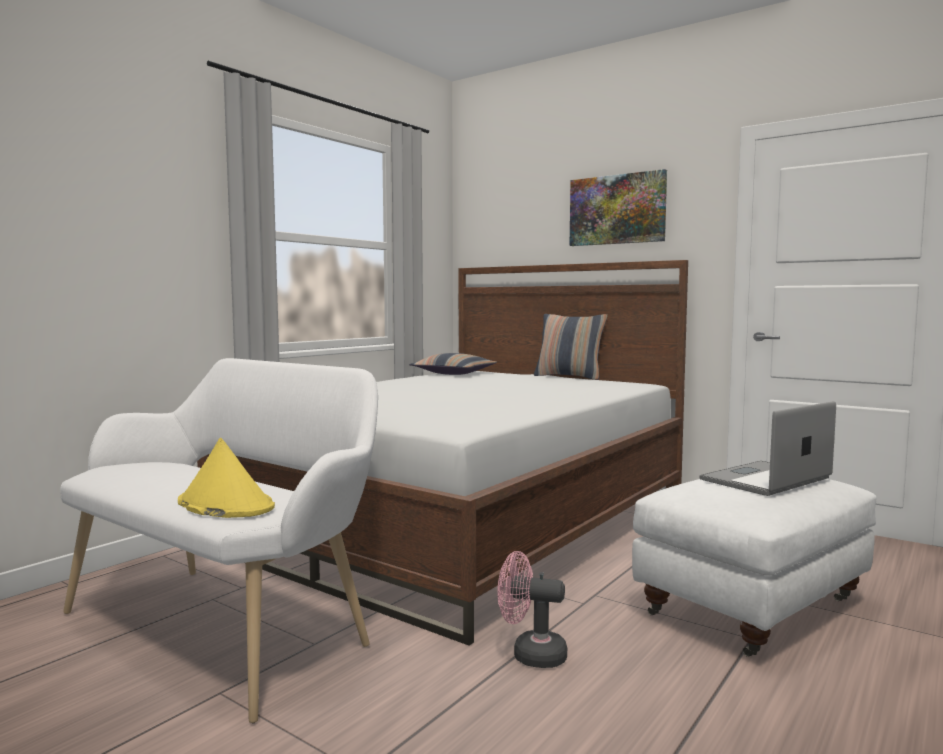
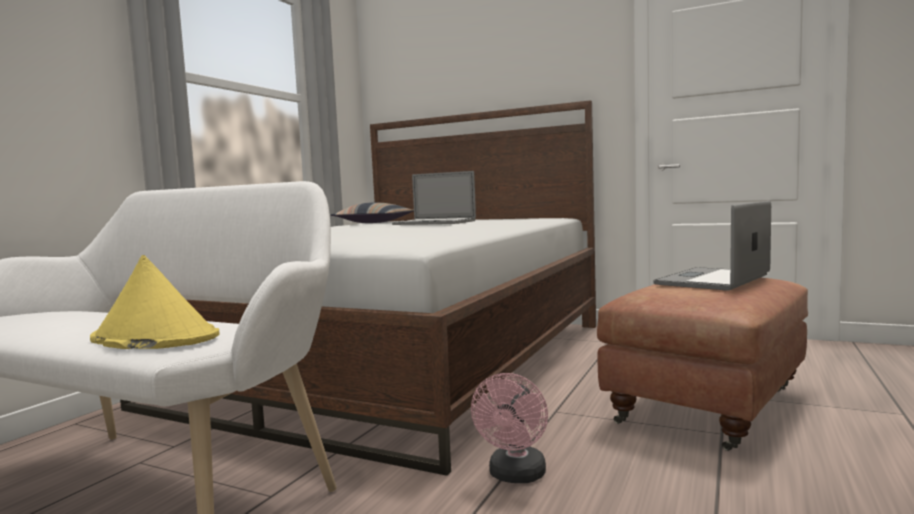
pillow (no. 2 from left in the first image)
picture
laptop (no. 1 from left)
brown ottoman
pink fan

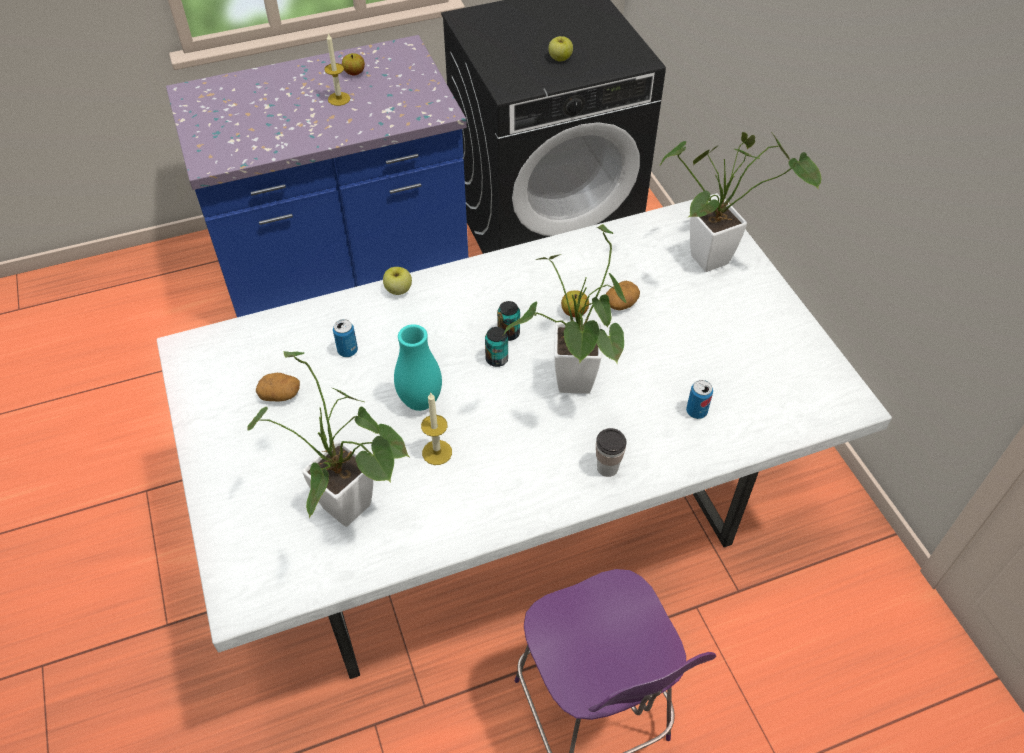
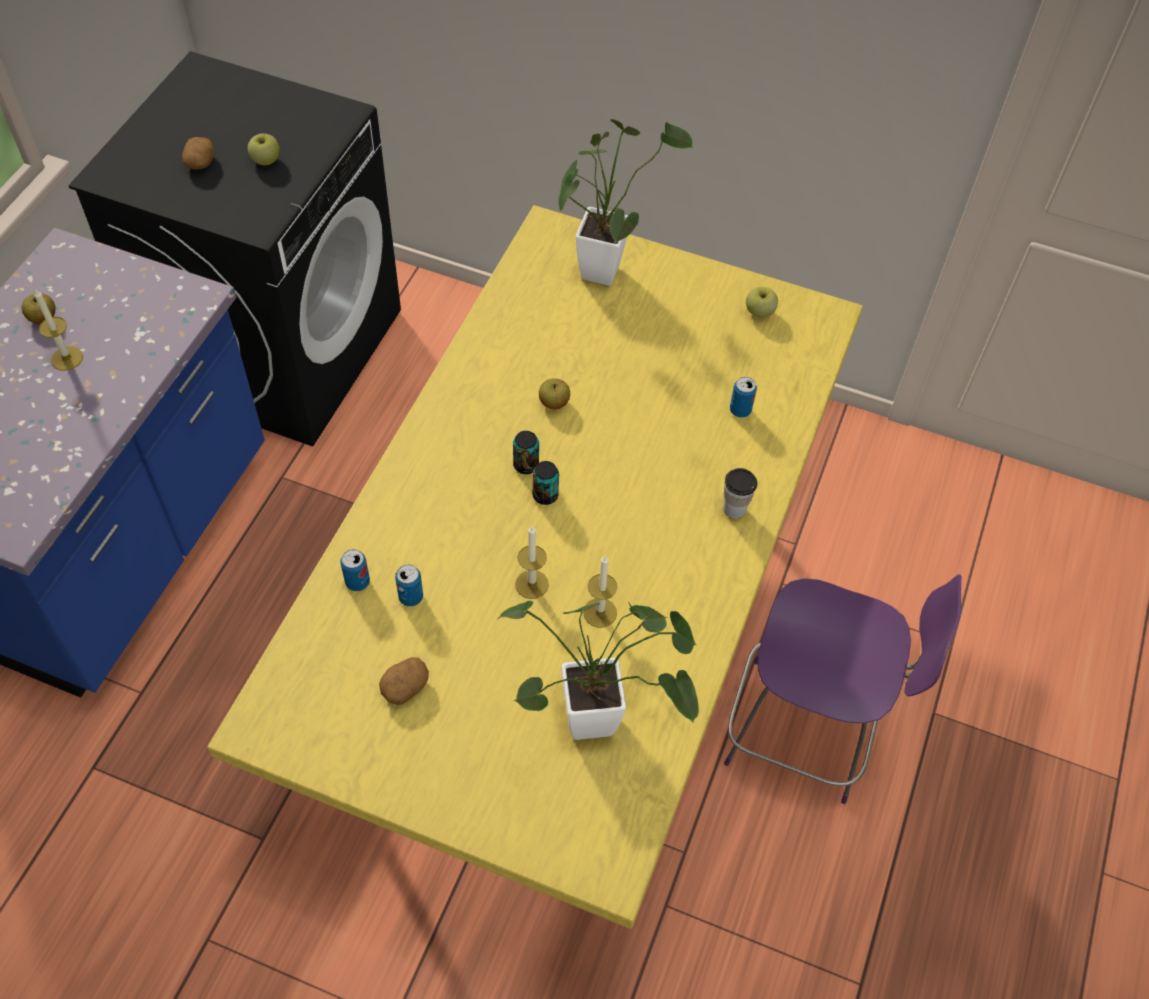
potted plant (no. 2 from left in the first image)
can (no. 1 from left)
apple (no. 4 from left)
potato (no. 1 from left)
candle (no. 2 from left)
yellow dining table

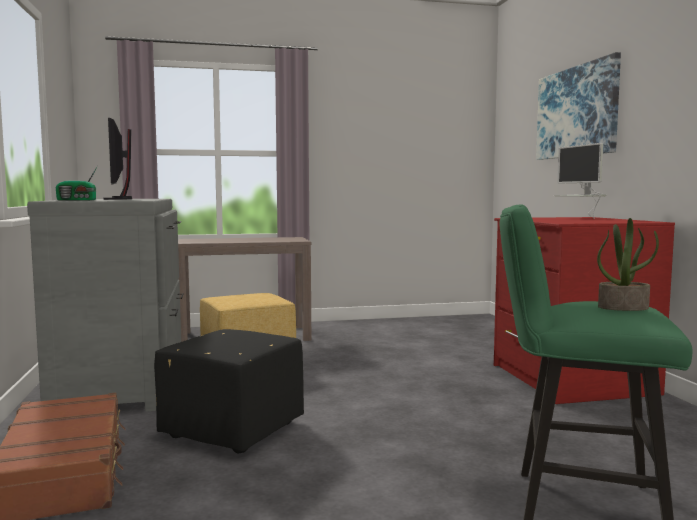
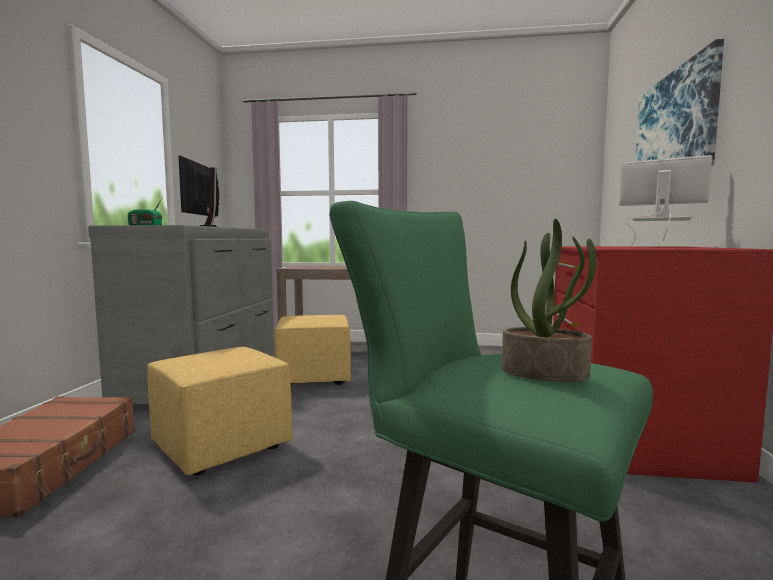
yellow ottoman (no. 1 from left)
monitor (no. 2 from left)

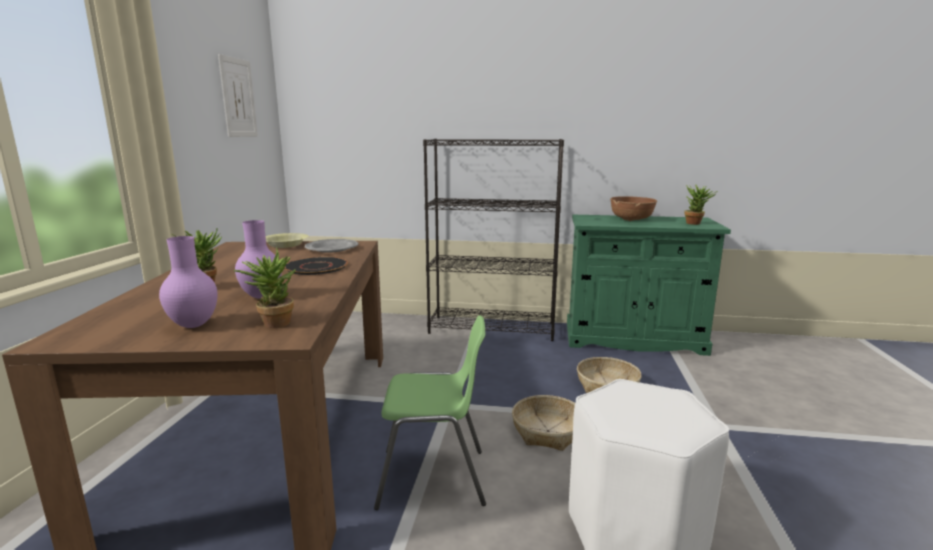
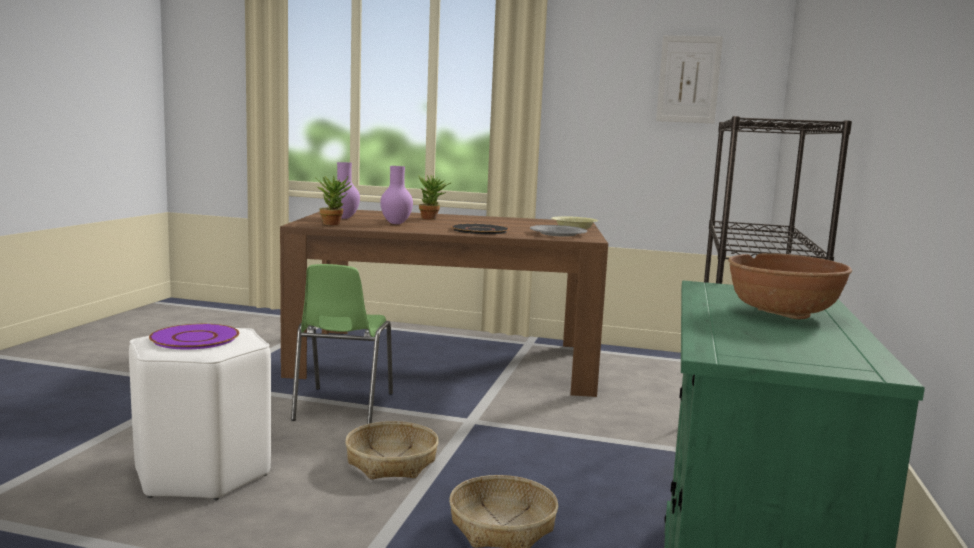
potted plant (no. 3 from left in the first image)
purple plate

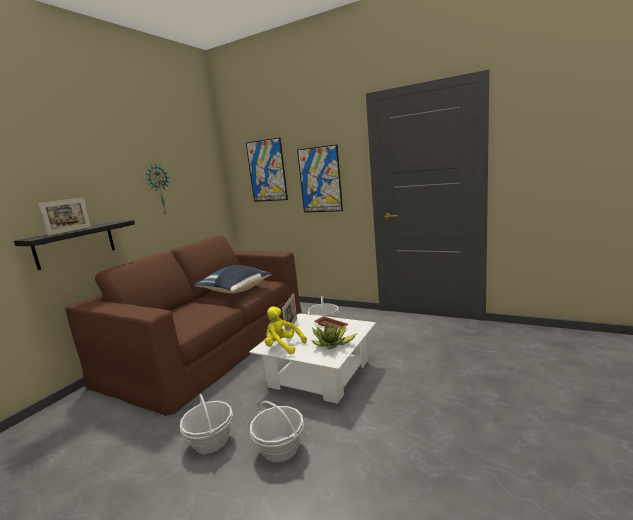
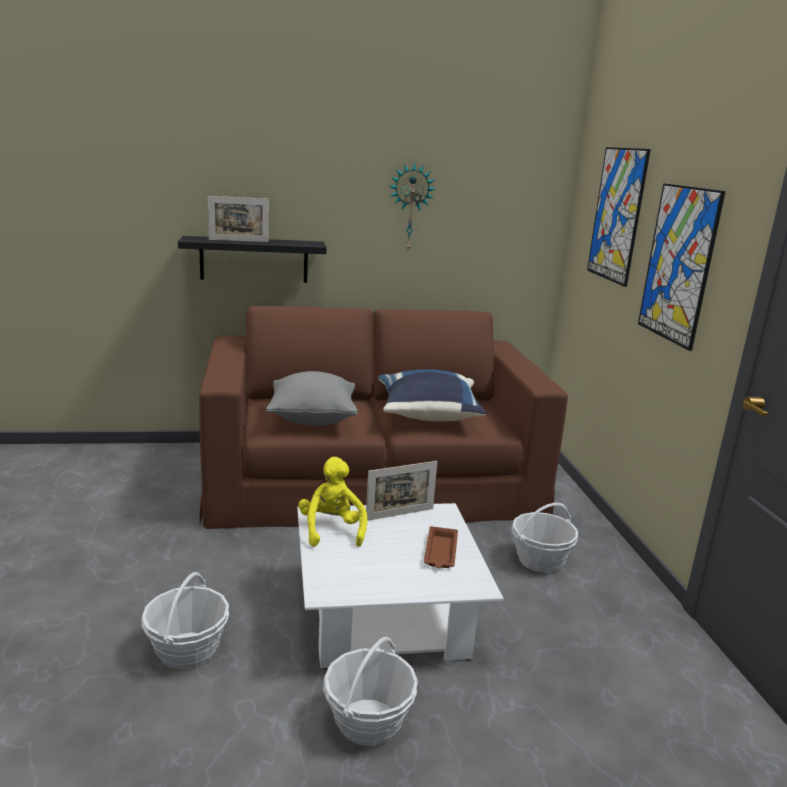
potted plant
grey pillow
basket (no. 2 from left)

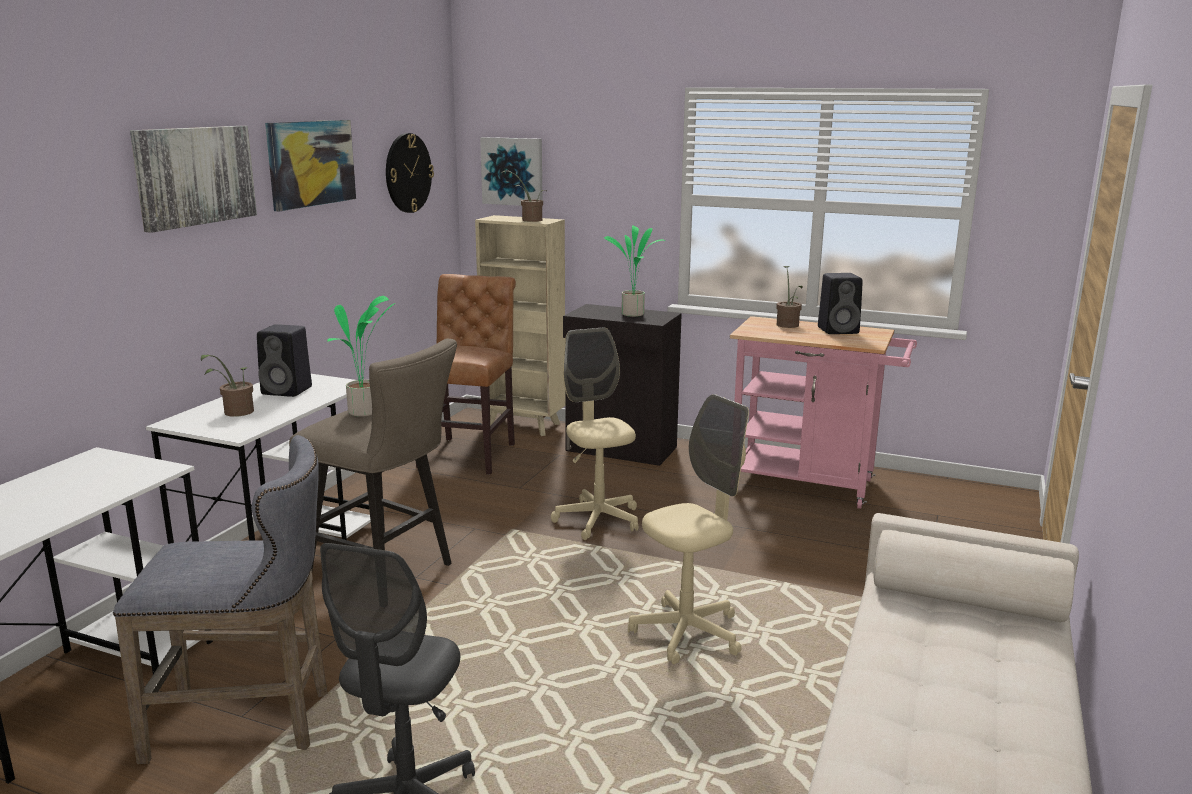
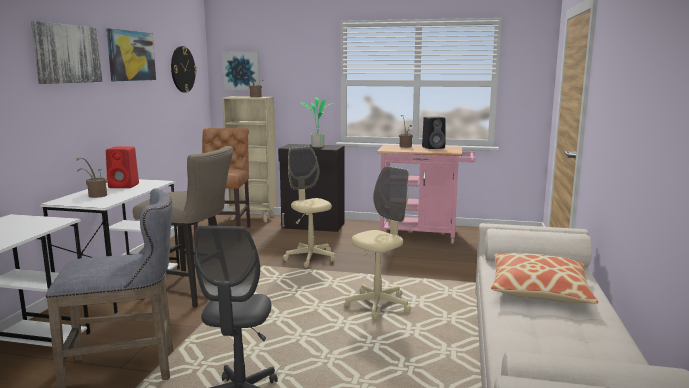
potted plant (no. 2 from left in the first image)
pillow
red speaker

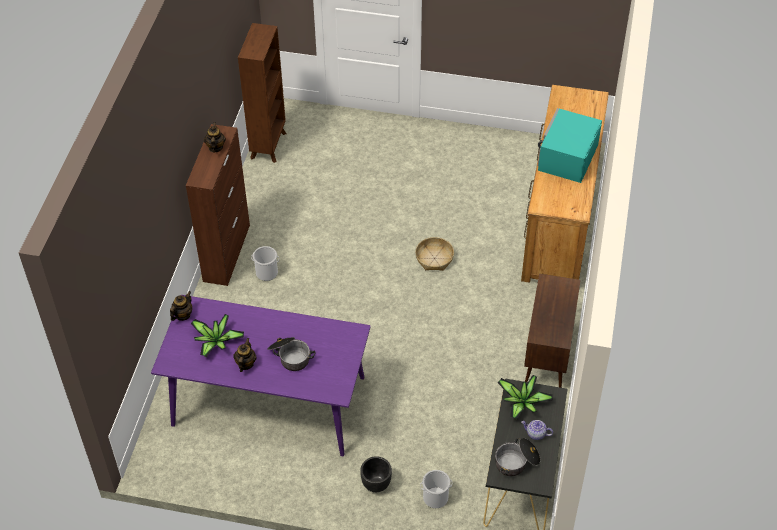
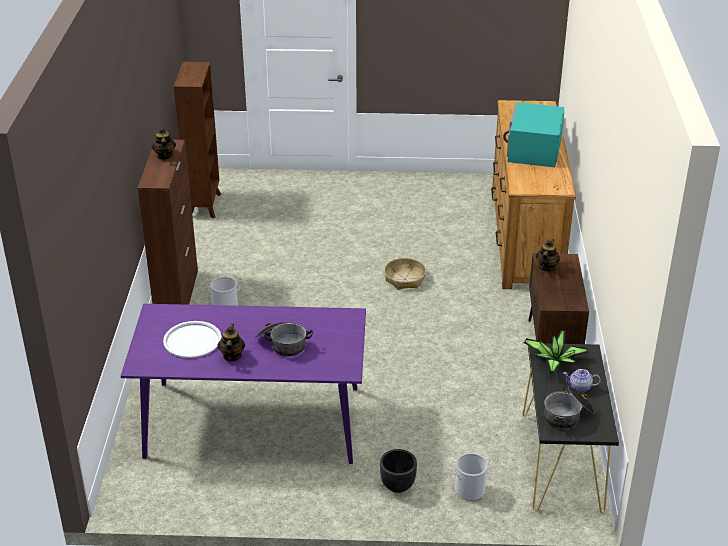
teapot (no. 3 from left)
white tray

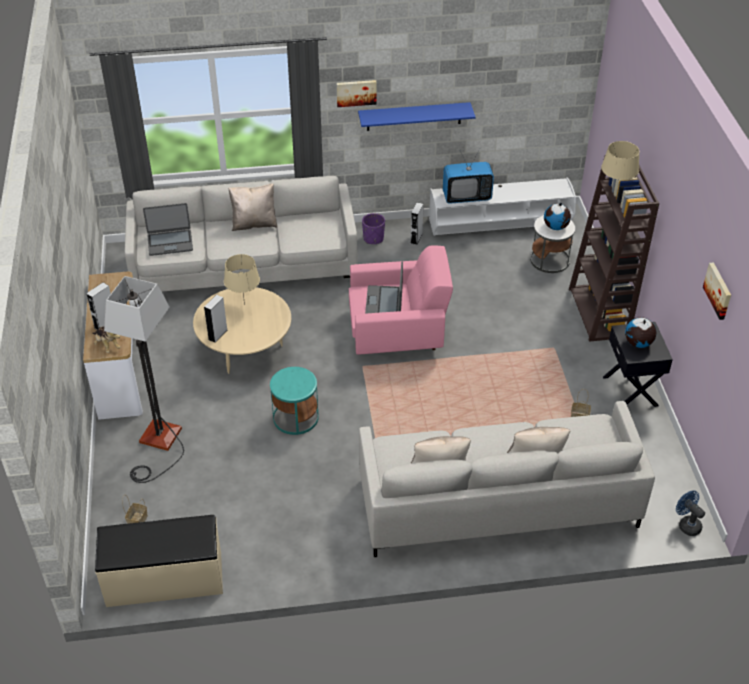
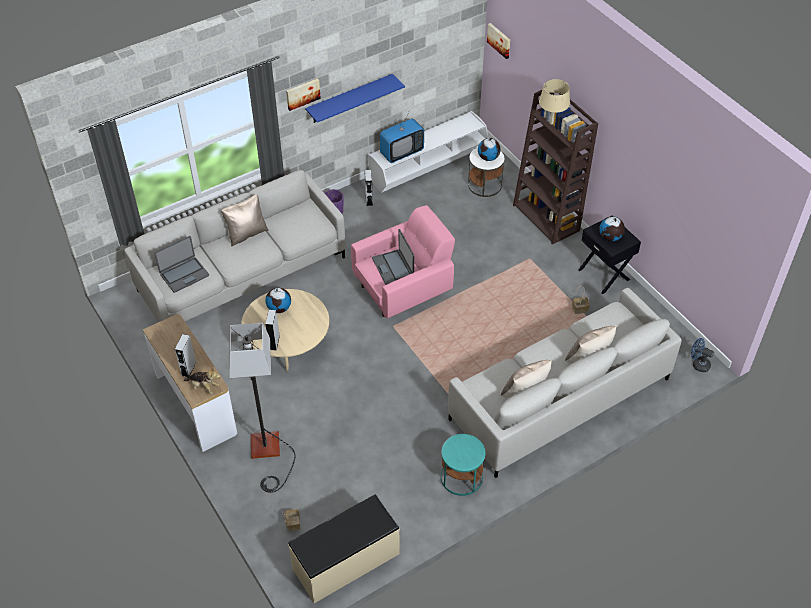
turquoise side table
picture (no. 2 from left)
globe (no. 1 from left)

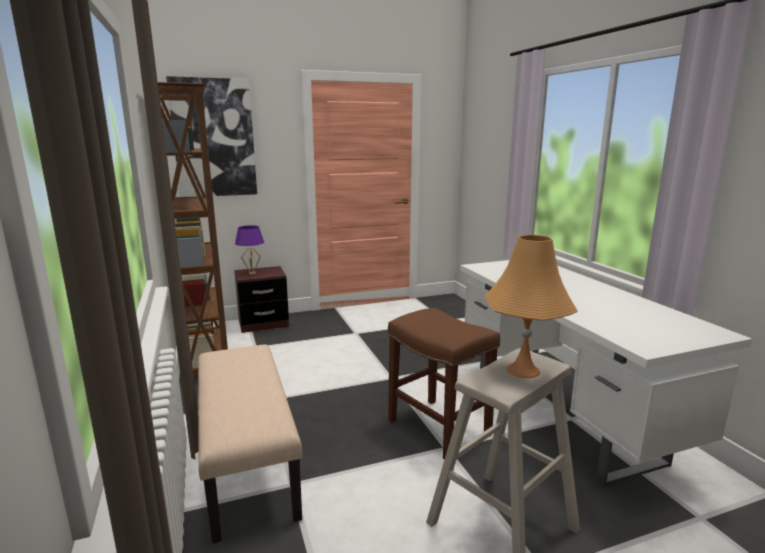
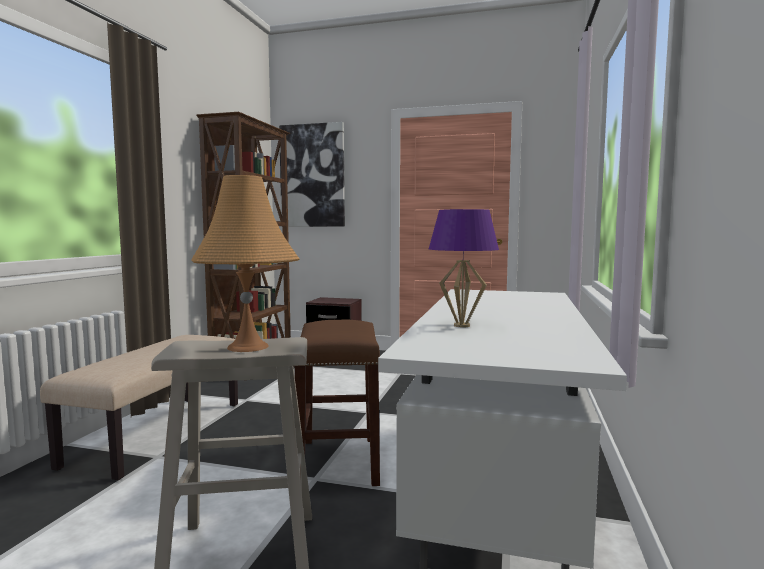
purple table lamp

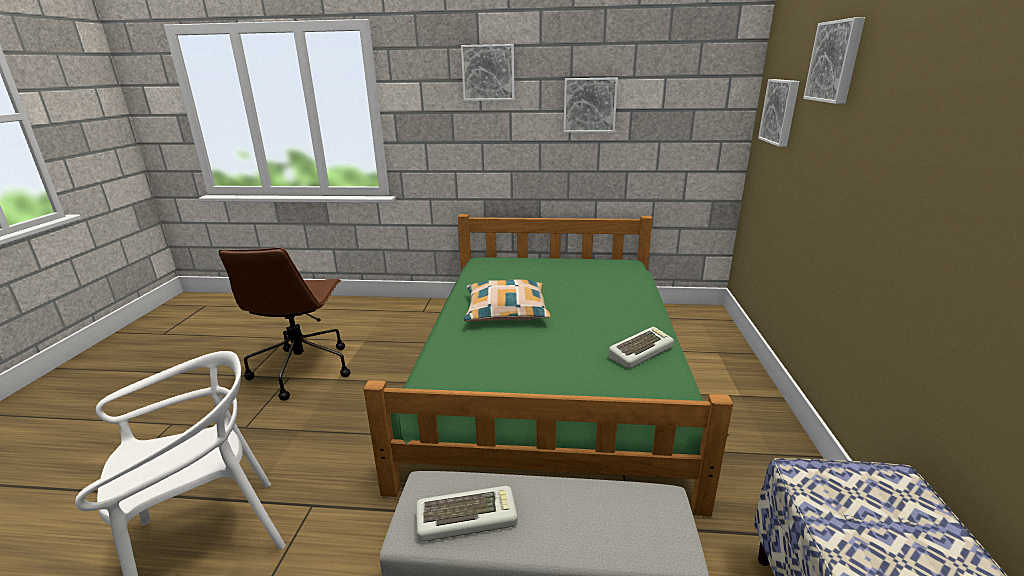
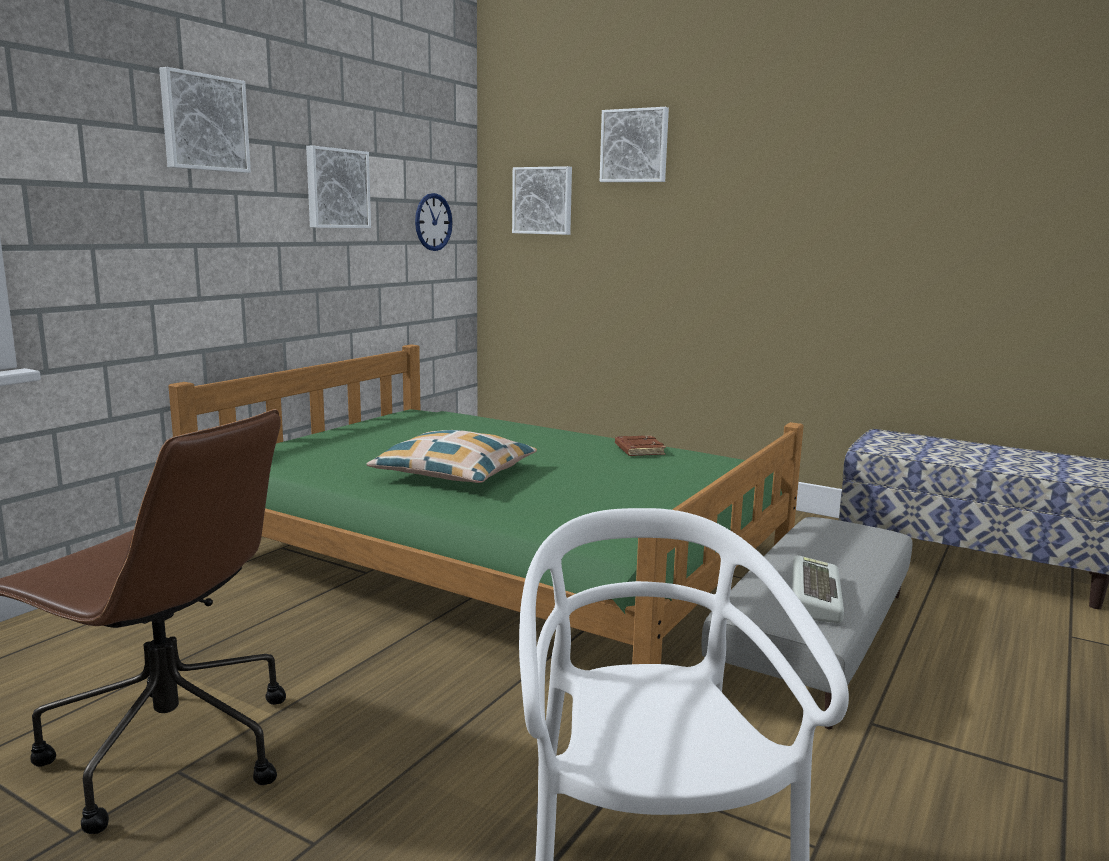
wall clock
brown book

